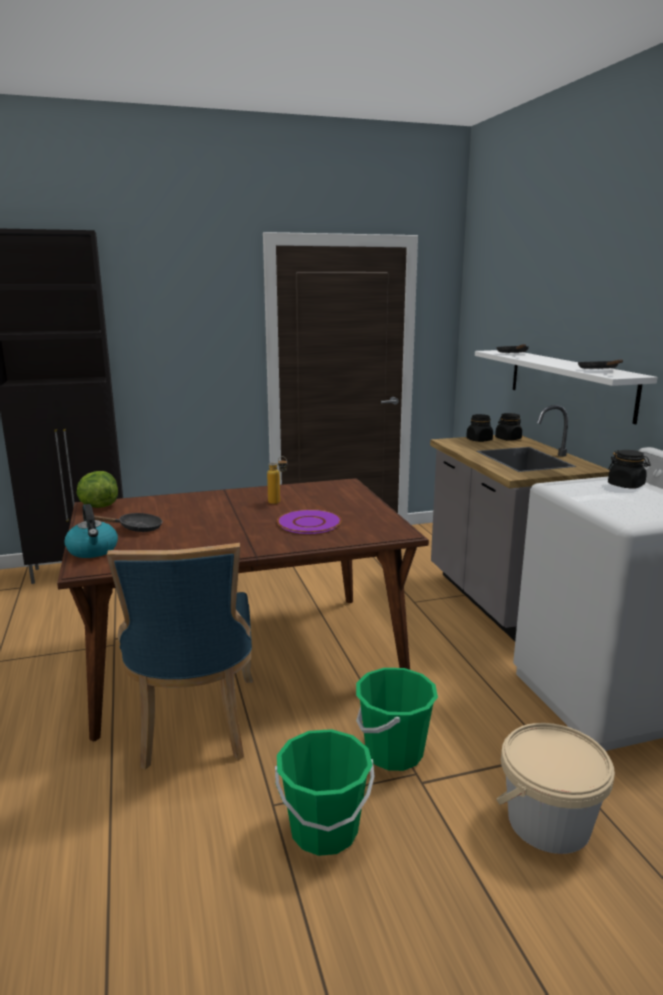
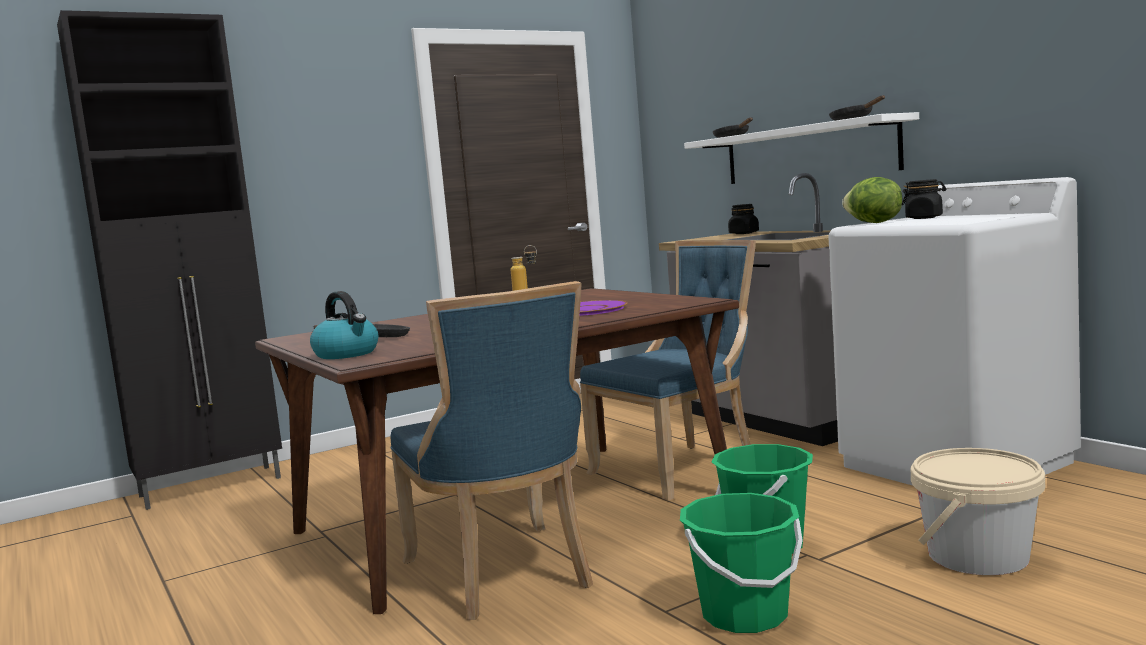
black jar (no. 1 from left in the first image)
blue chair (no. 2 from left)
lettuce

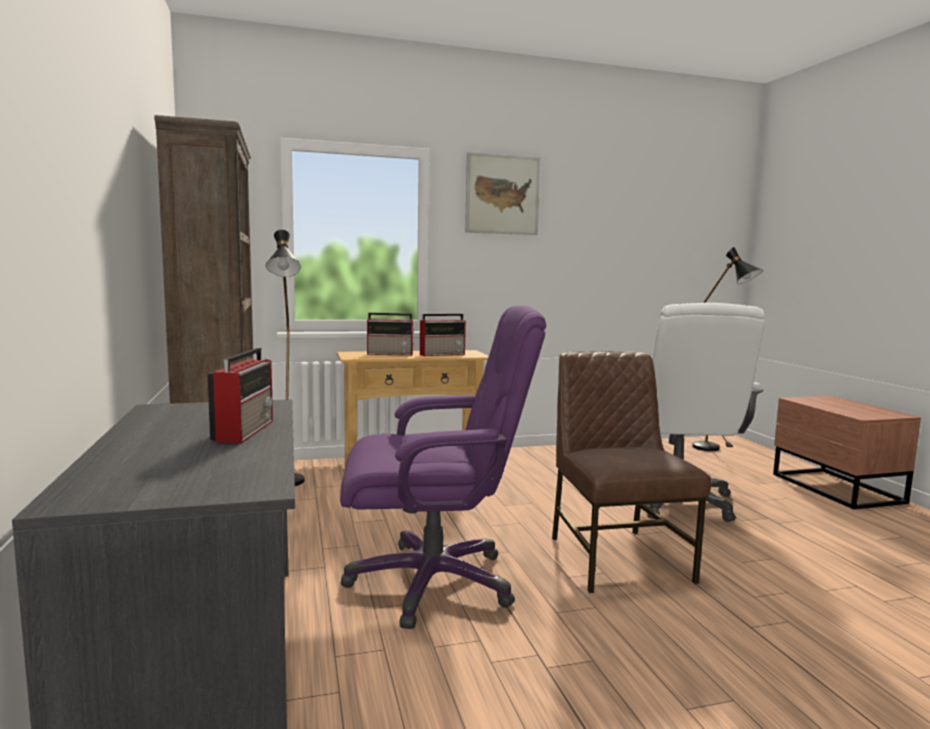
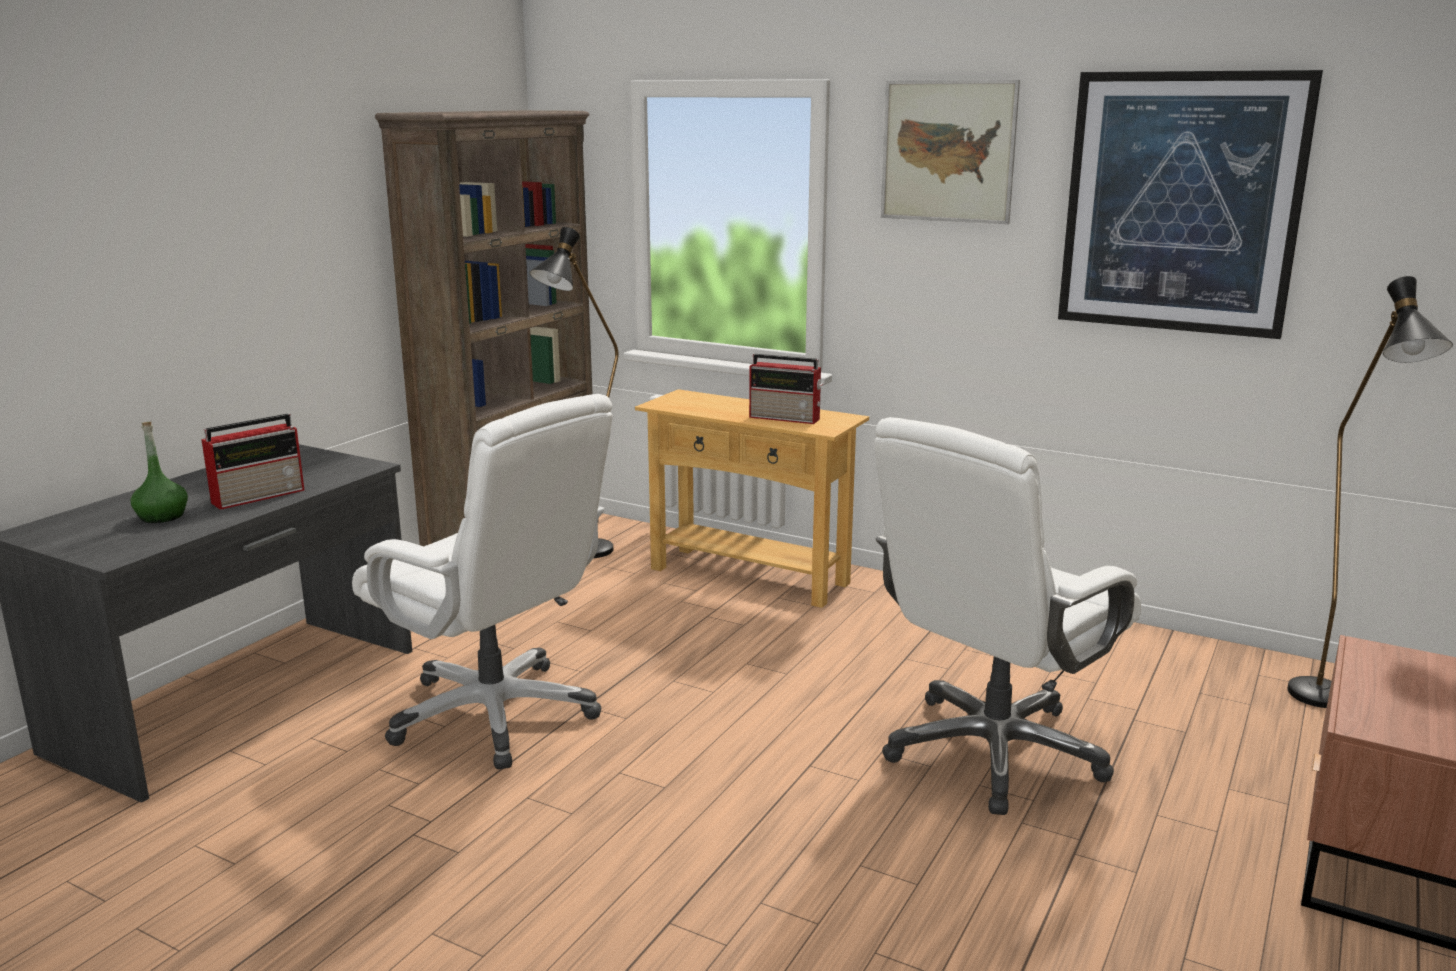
radio (no. 2 from left in the first image)
brown chair
green bottle
picture (no. 2 from left)
white office chair (no. 1 from left)

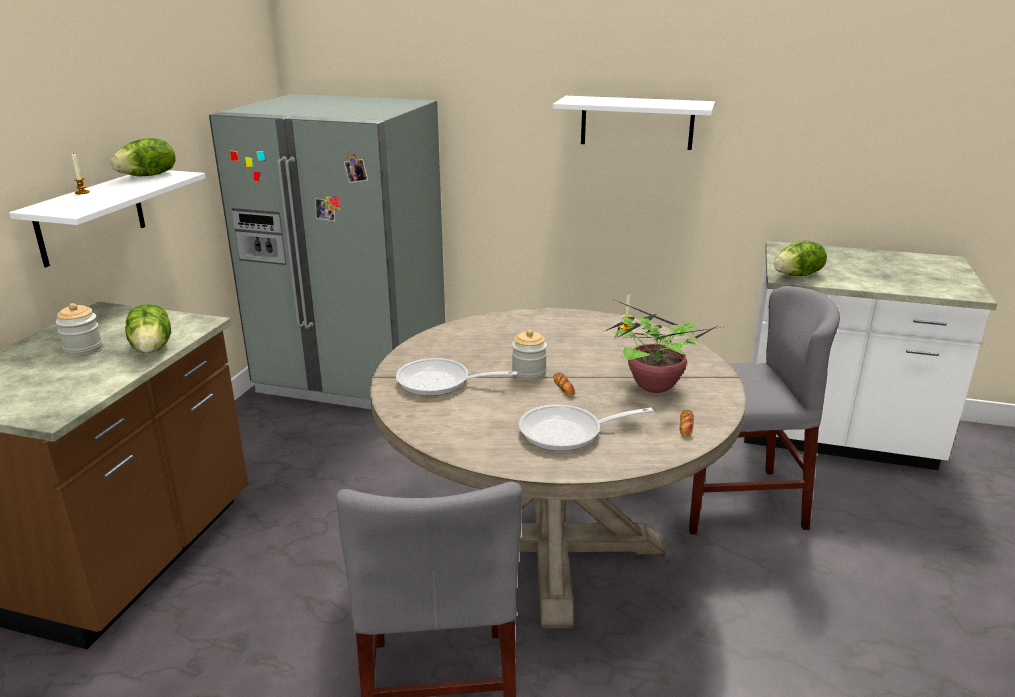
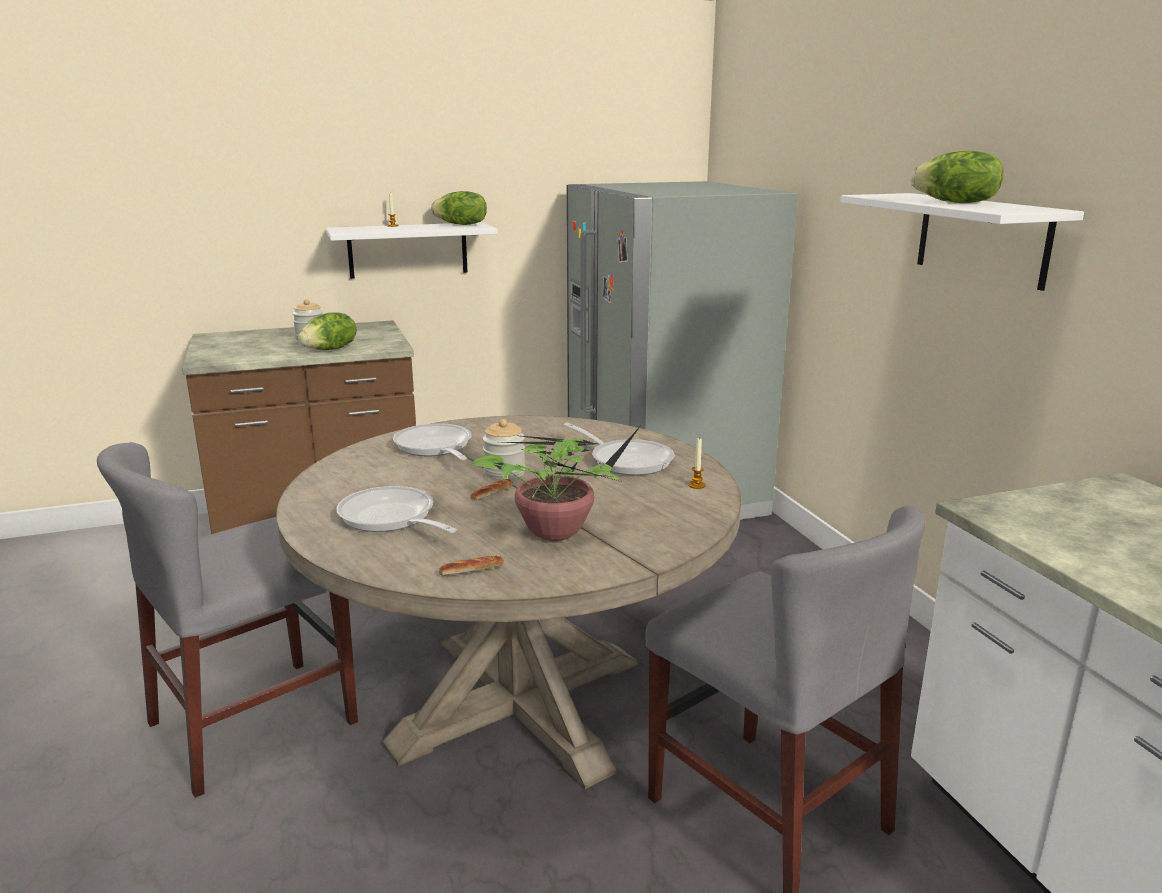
frying pan (no. 3 from left)
lettuce (no. 3 from left)

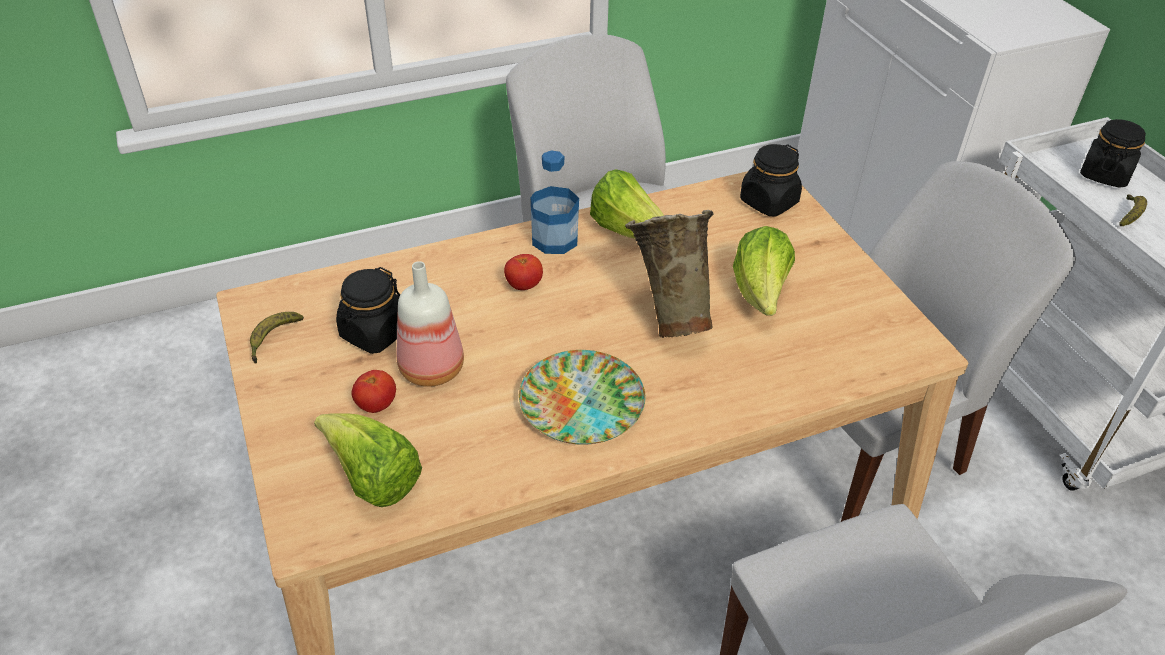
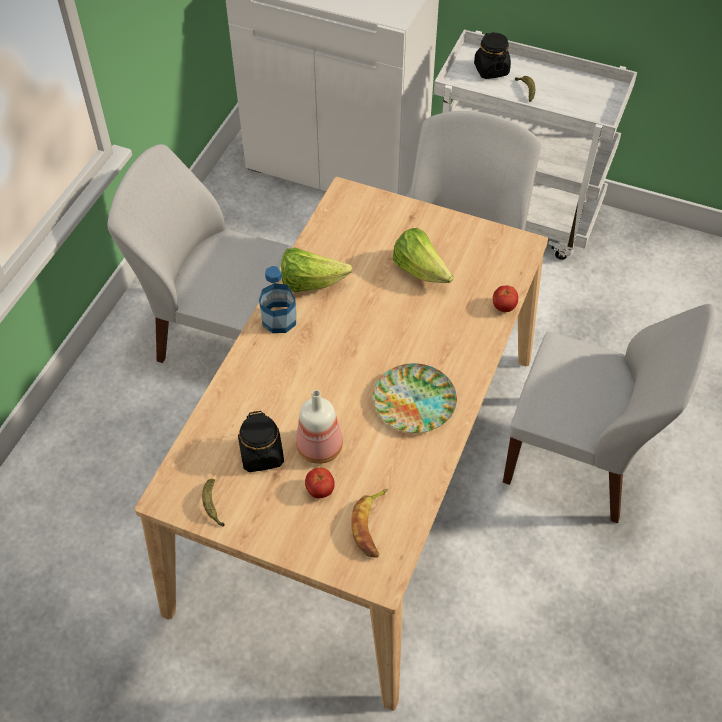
beige vase
black jar (no. 2 from left in the first image)
tomato (no. 2 from left)
banana (no. 2 from left)

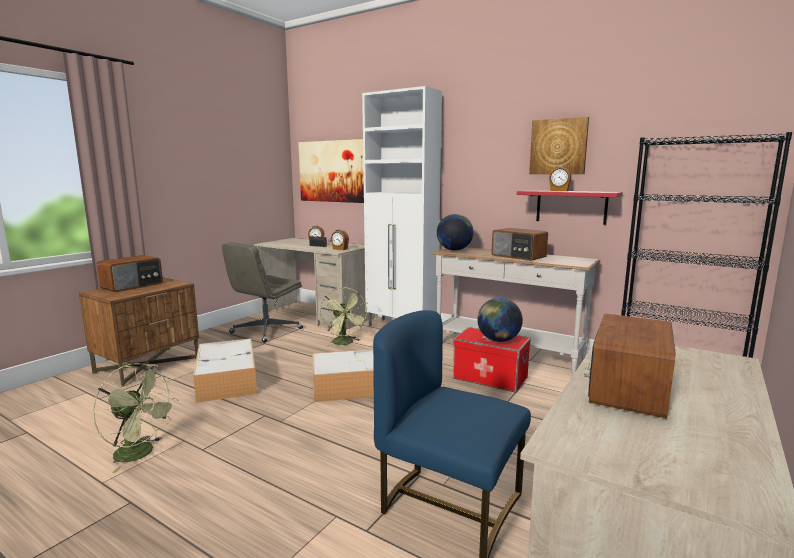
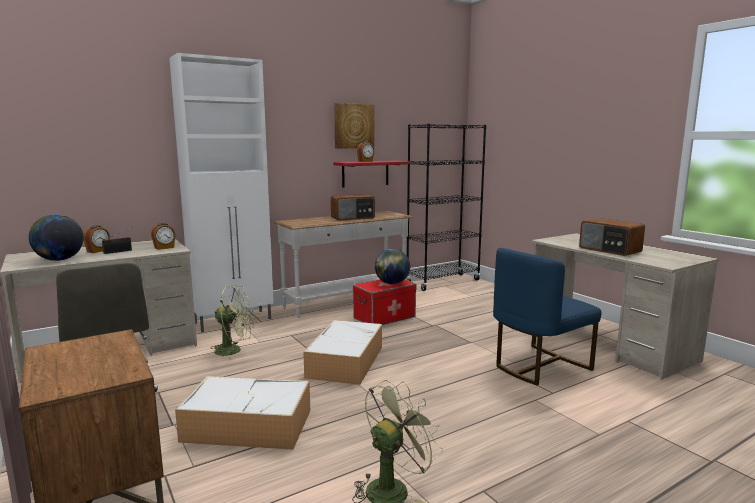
radio (no. 1 from left in the first image)
picture (no. 1 from left in the first image)
globe (no. 1 from left)

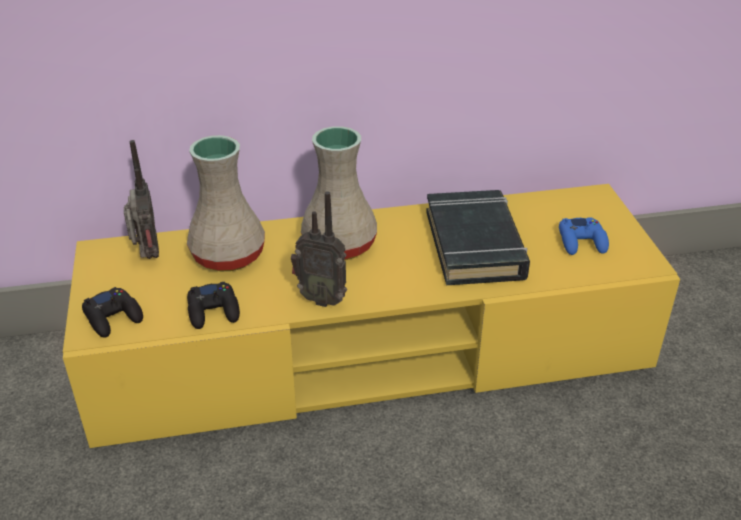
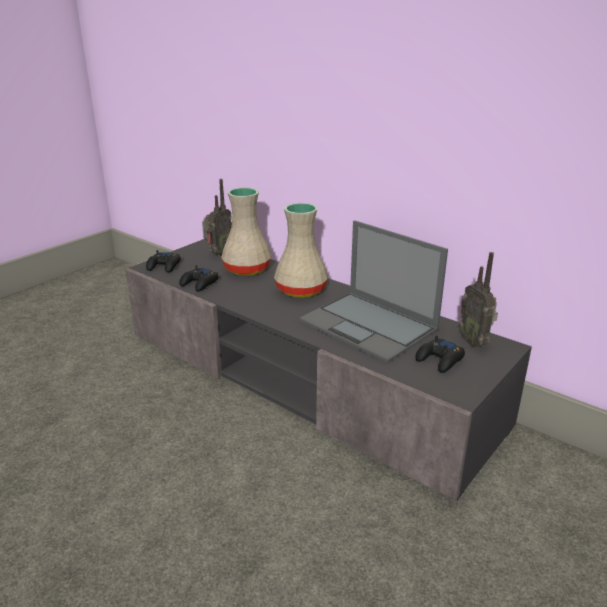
radio (no. 2 from left)
laptop
grey tv stand
black game controller (no. 3 from left)

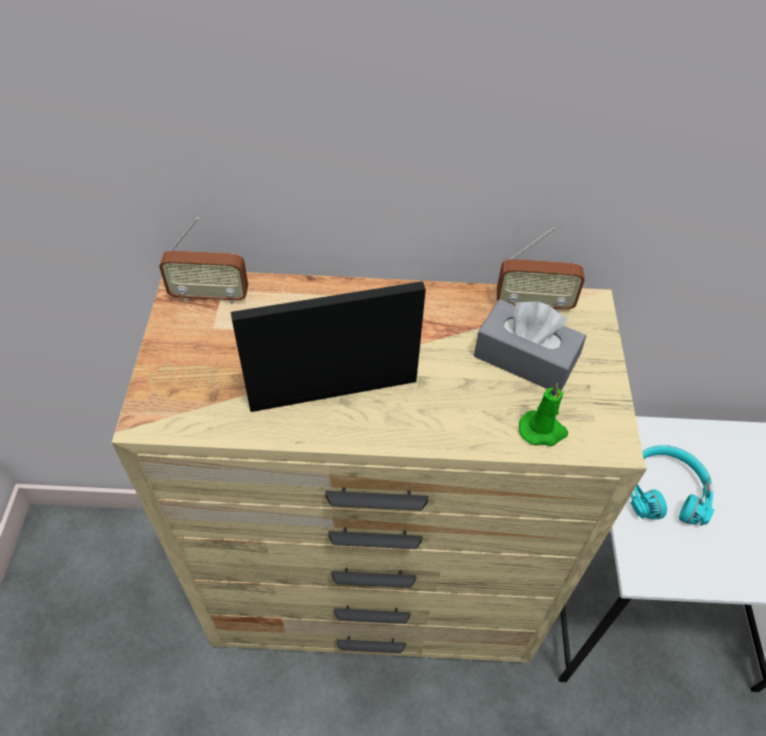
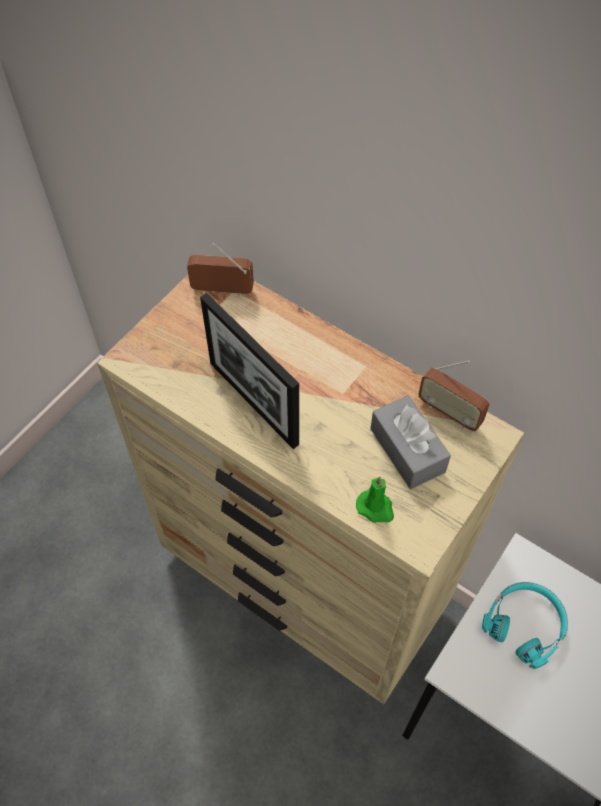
radio (no. 1 from left)
picture frame

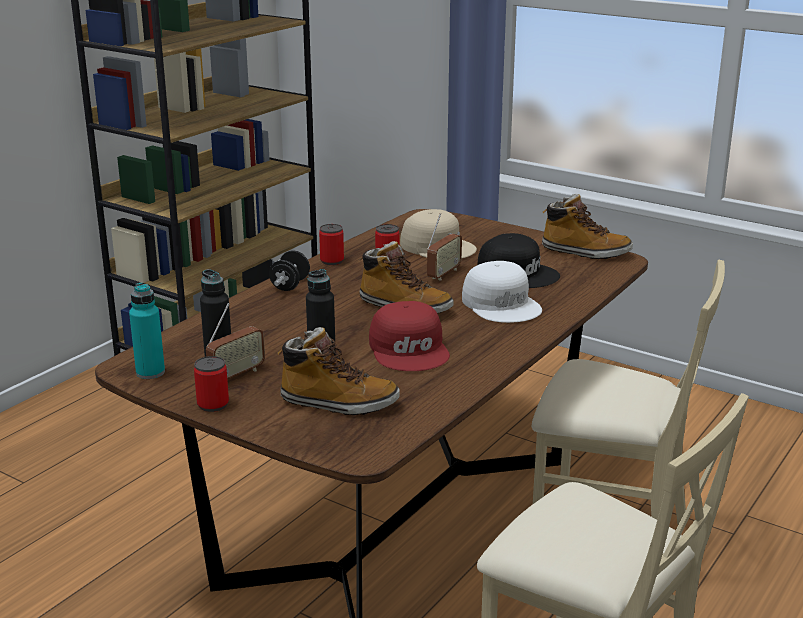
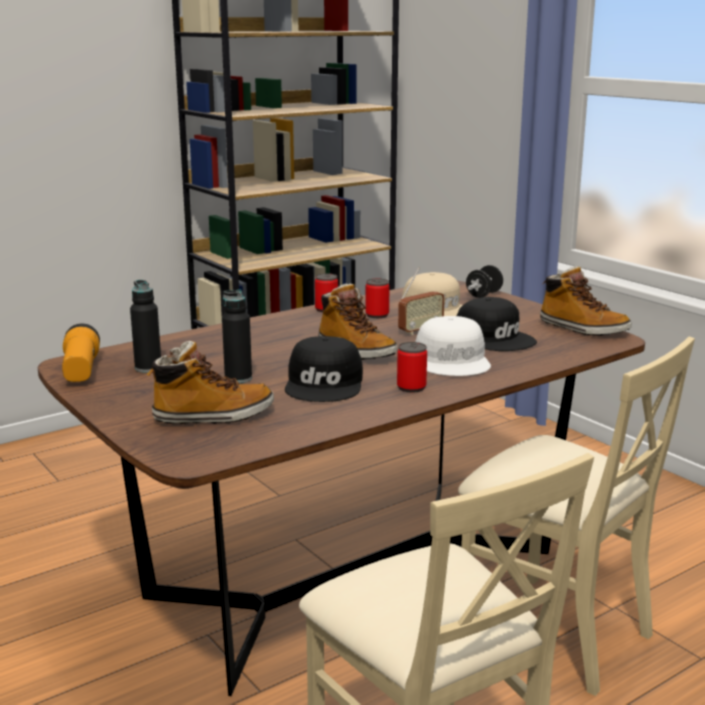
radio (no. 1 from left in the first image)
can (no. 3 from left)
black dumbbell
flashlight
black cap (no. 1 from left)
boot (no. 1 from left)

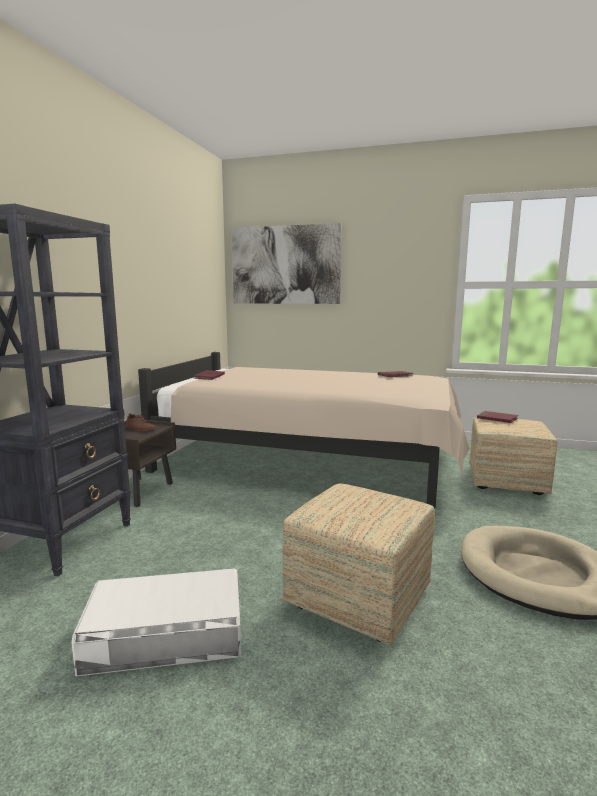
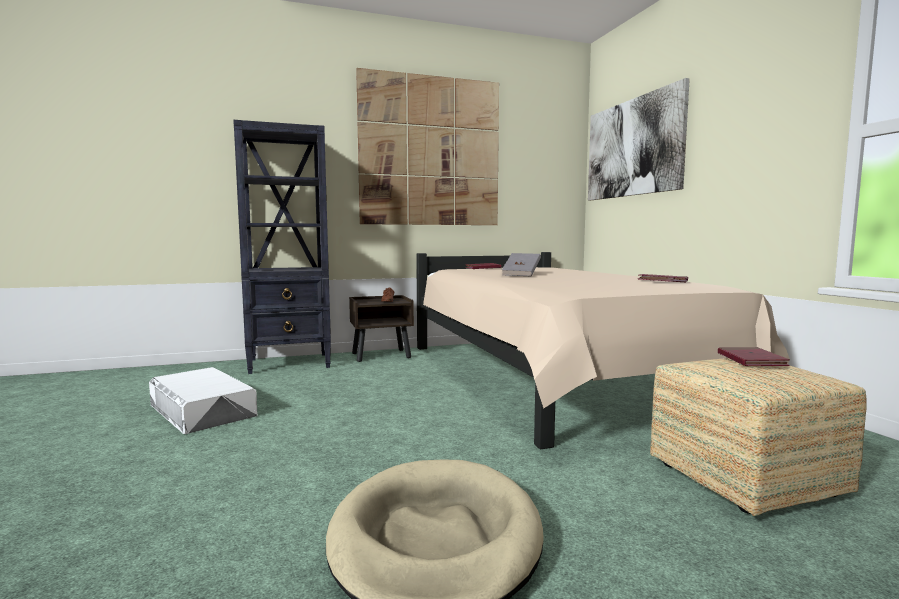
ottoman (no. 1 from left in the first image)
picture (no. 1 from left)
grey book

